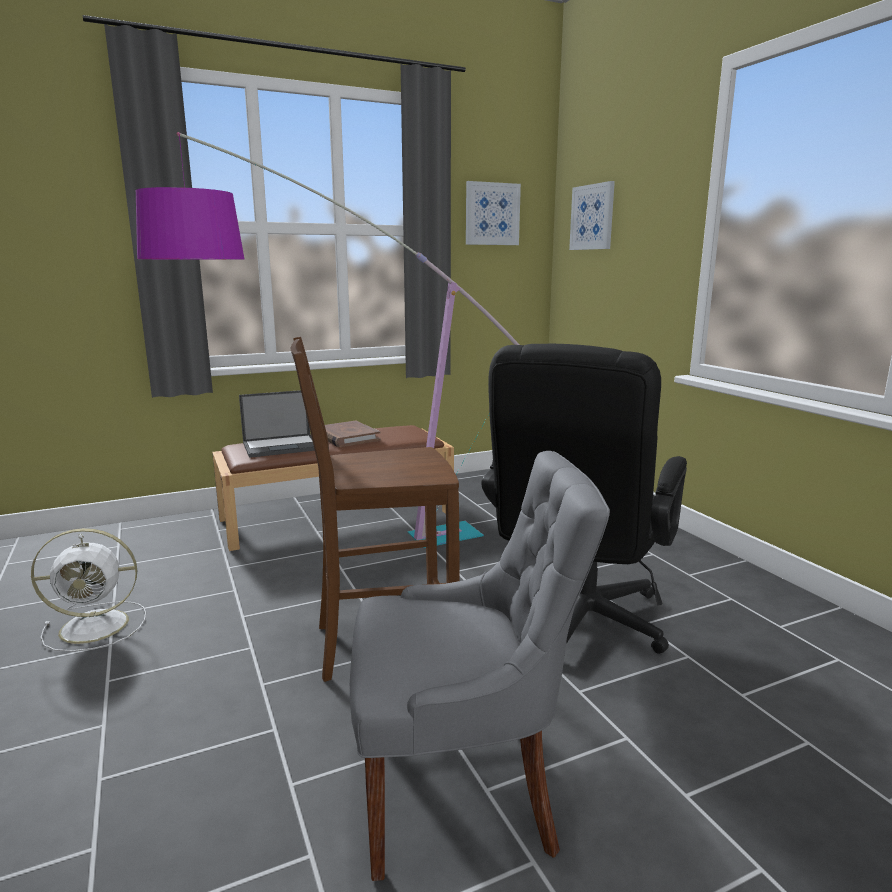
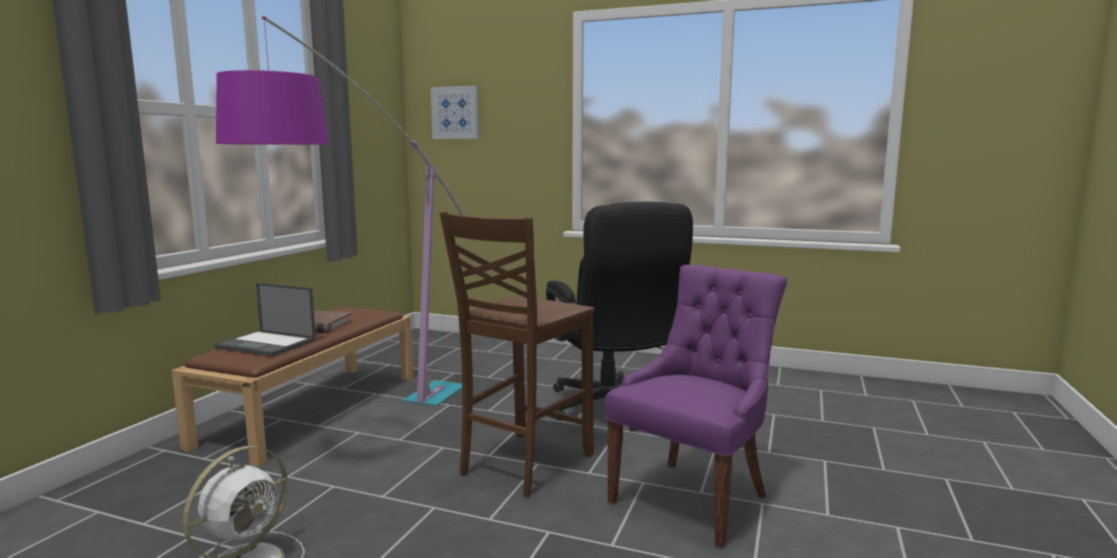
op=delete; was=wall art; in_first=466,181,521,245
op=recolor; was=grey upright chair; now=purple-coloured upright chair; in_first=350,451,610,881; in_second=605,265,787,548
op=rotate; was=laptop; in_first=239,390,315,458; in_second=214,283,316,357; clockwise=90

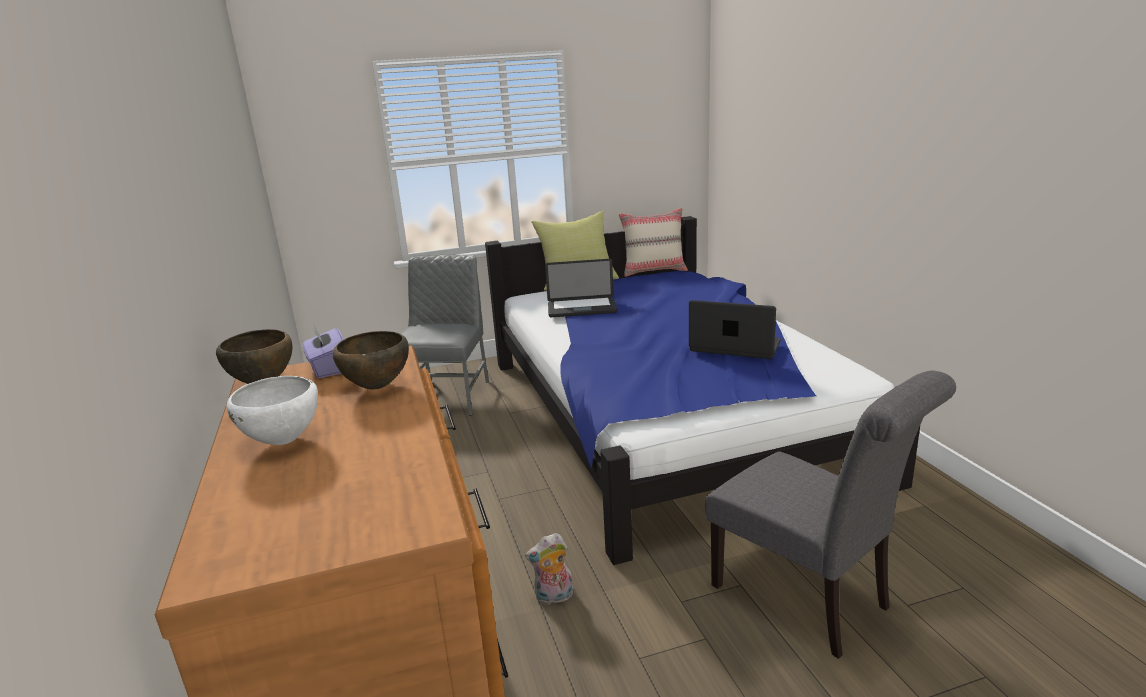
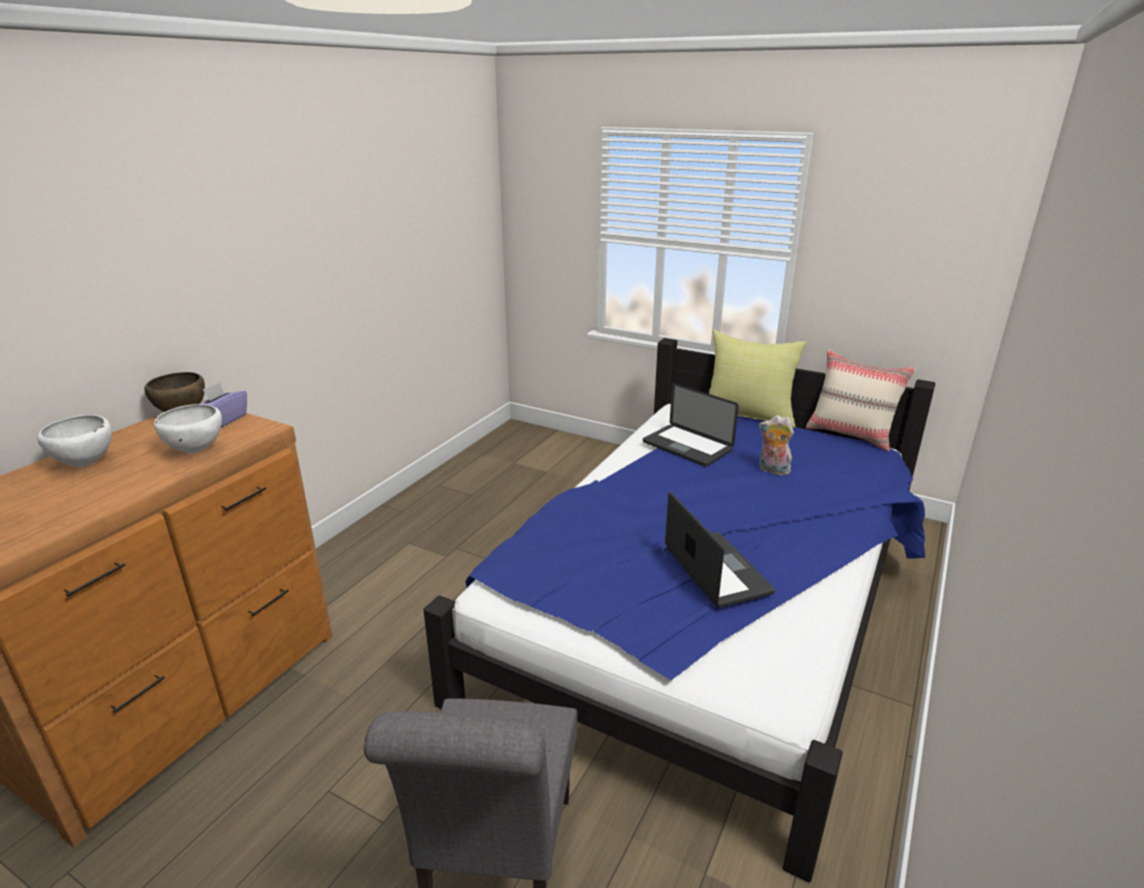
op=delete; was=grey upright chair; in_first=400,255,489,416
op=move; was=soft toy; in_first=525,533,573,605; in_second=759,415,794,476
op=recolor; was=brown bowl; now=white bowl; in_first=333,331,409,390; in_second=154,404,222,453

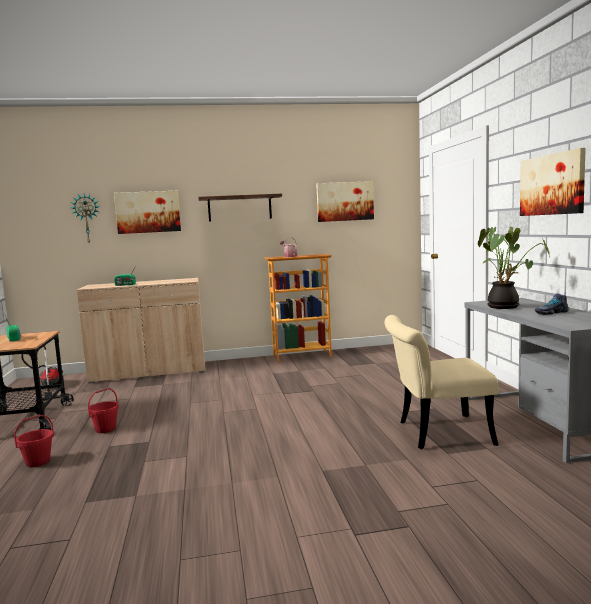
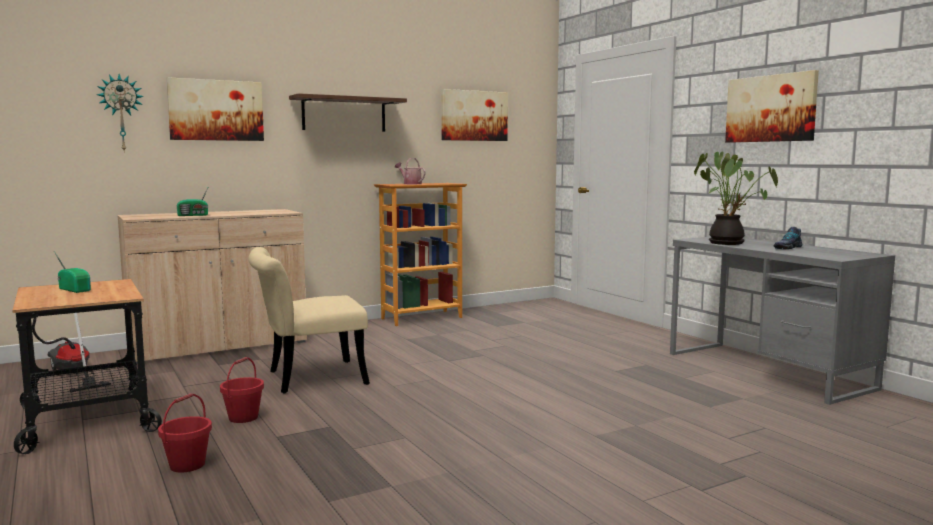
op=move; was=beige-coloured upright chair; in_first=384,315,499,449; in_second=248,247,370,394

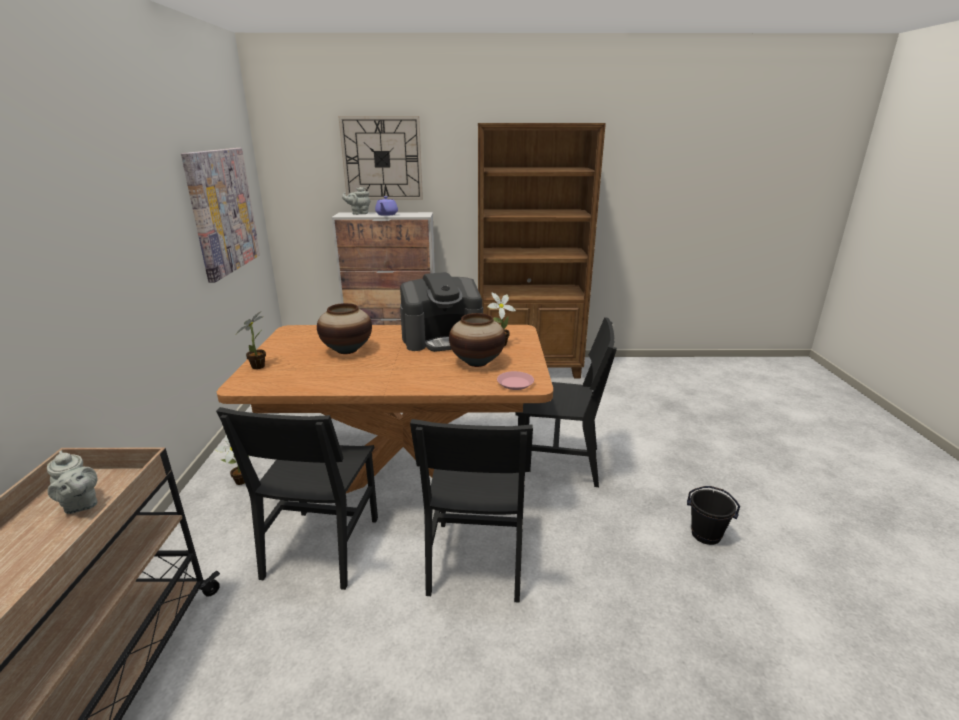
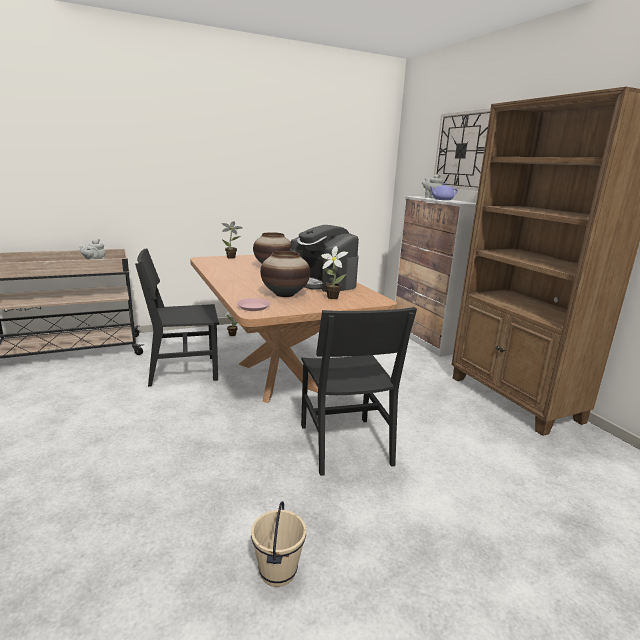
op=delete; was=wall art; in_first=181,148,260,283
op=delete; was=black-coloured upright chair; in_first=410,419,533,603
op=recolor; was=black-coloured water bucket; now=beige-coloured water bucket; in_first=687,486,740,545; in_second=251,501,306,587

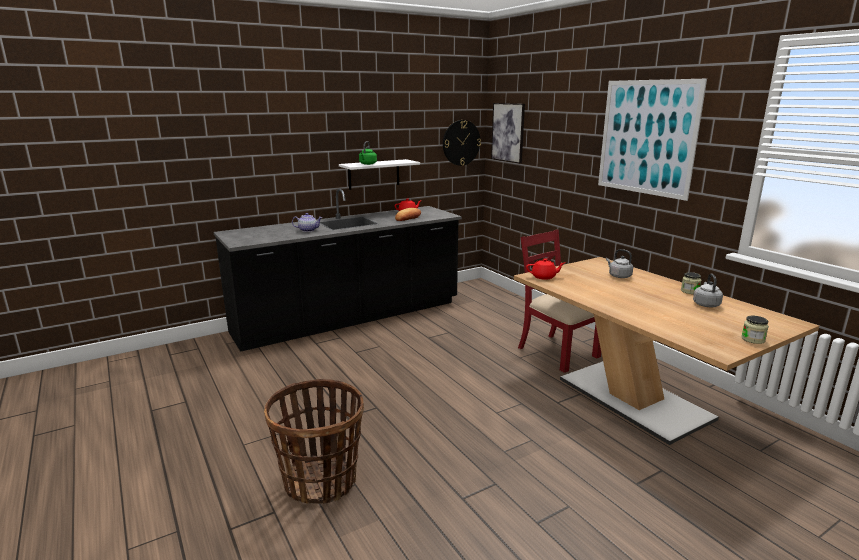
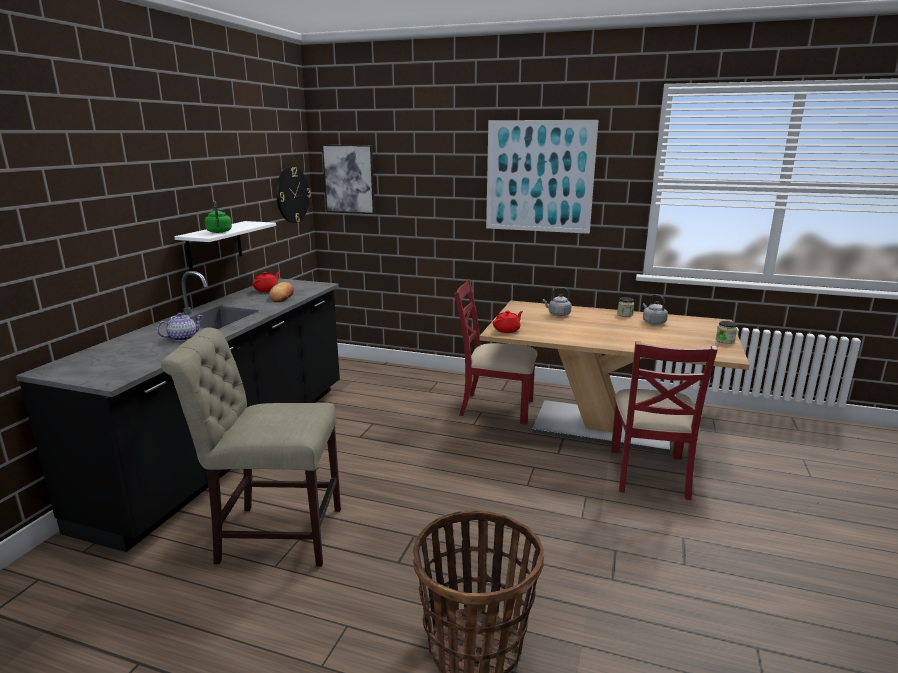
op=insert; now=beige-coloured upright chair; in_second=161,328,341,567
op=insert; now=red-coloured upright chair; in_second=611,341,718,500

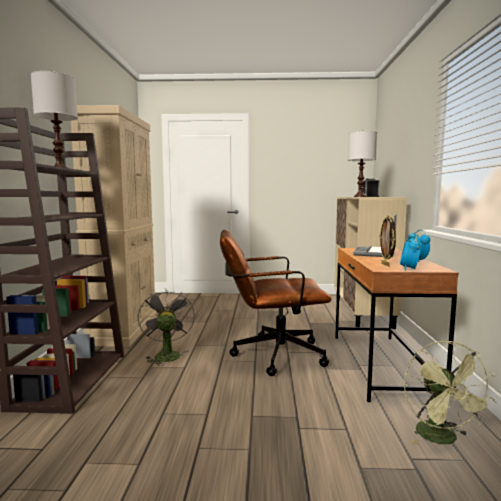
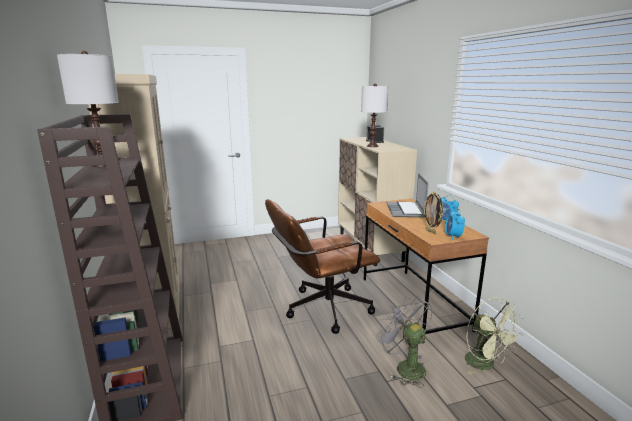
op=move; was=grey cooling fan; in_first=138,288,195,366; in_second=376,296,433,388

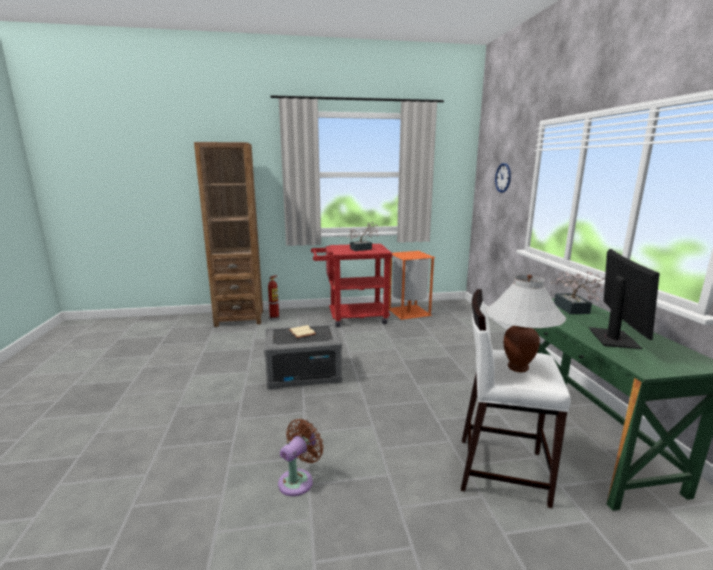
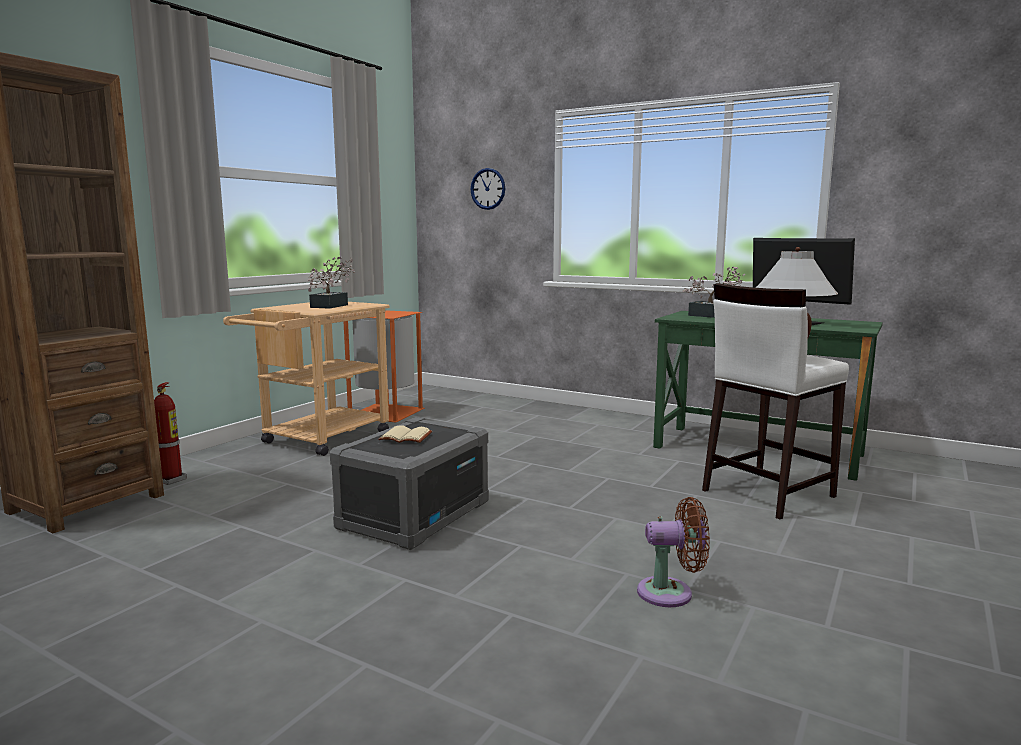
op=recolor; was=red-coloured wheeled cart; now=beige-coloured wheeled cart; in_first=311,244,392,327; in_second=223,302,390,456
op=rotate; was=brown cooling fan; in_first=278,419,324,496; in_second=637,497,710,607; clockwise=105

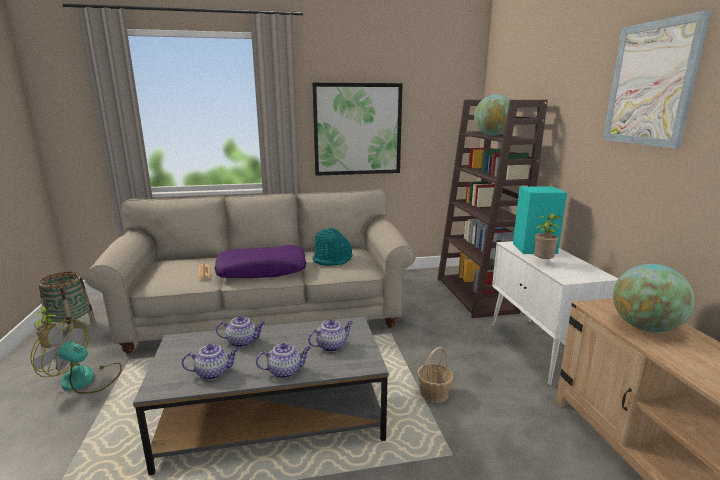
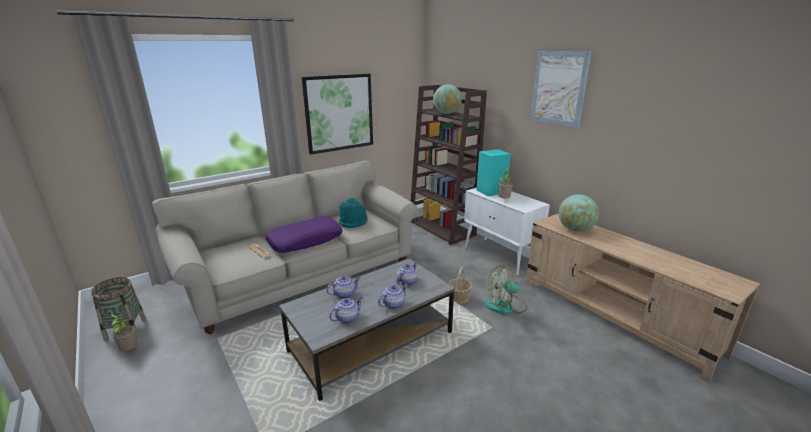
op=move; was=cooling fan; in_first=30,319,122,394; in_second=484,265,527,315

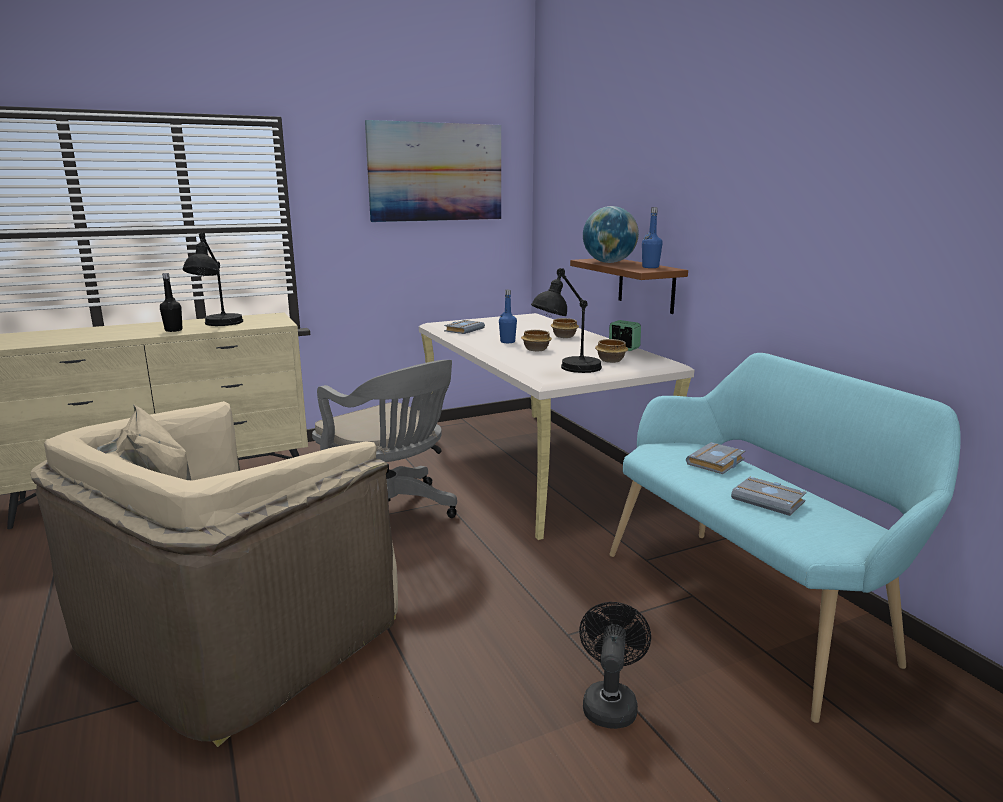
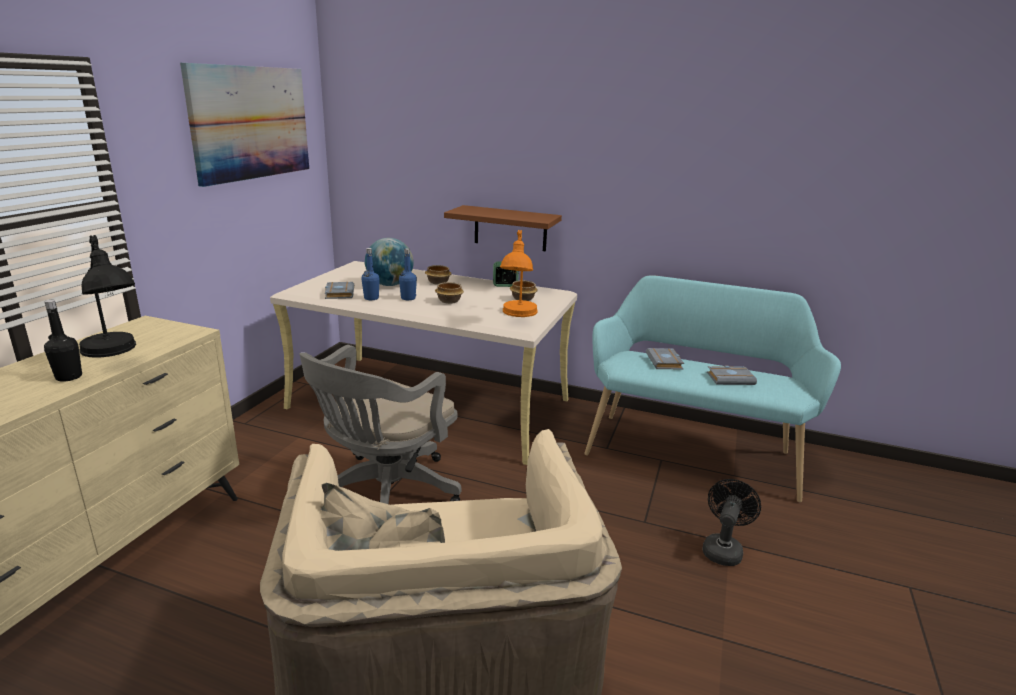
op=move; was=world globe; in_first=583,206,639,263; in_second=365,238,414,286
op=move; was=blue-coloured drink bottle; in_first=642,207,663,268; in_second=361,248,380,300
op=recolor; was=black-coloured lamp for a table; now=orange-coloured lamp for a table; in_first=531,268,602,373; in_second=500,230,538,317
op=rotate; was=grey desk chair; in_first=312,360,457,518; in_second=300,345,461,504; clockwise=120
op=rotate; was=black-coloured cooling fan; in_first=579,602,651,729; in_second=703,479,761,566; clockwise=60

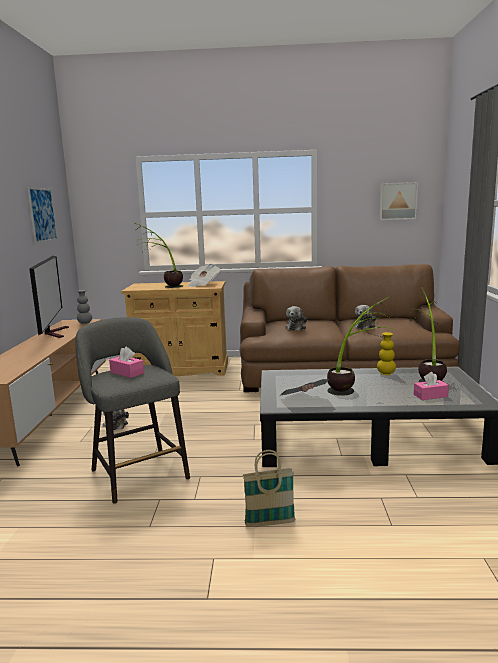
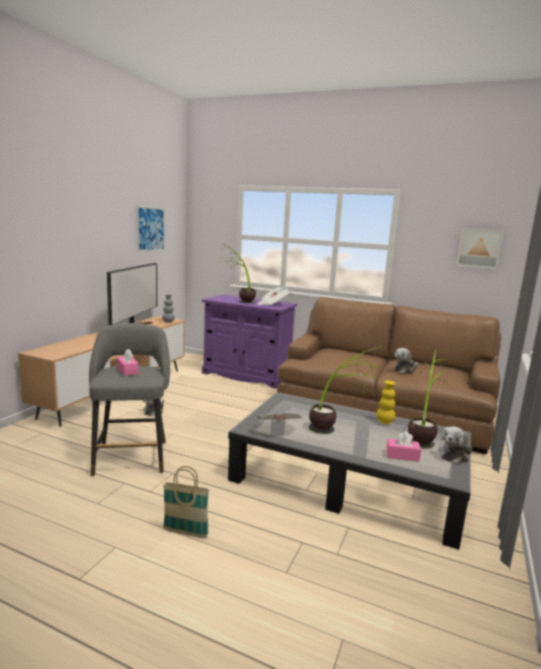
op=move; was=soft toy; in_first=286,306,307,331; in_second=438,426,472,464
op=recolor; was=beige-coloured storage cabinet; now=purple-coloured storage cabinet; in_first=121,281,228,376; in_second=202,294,297,389

